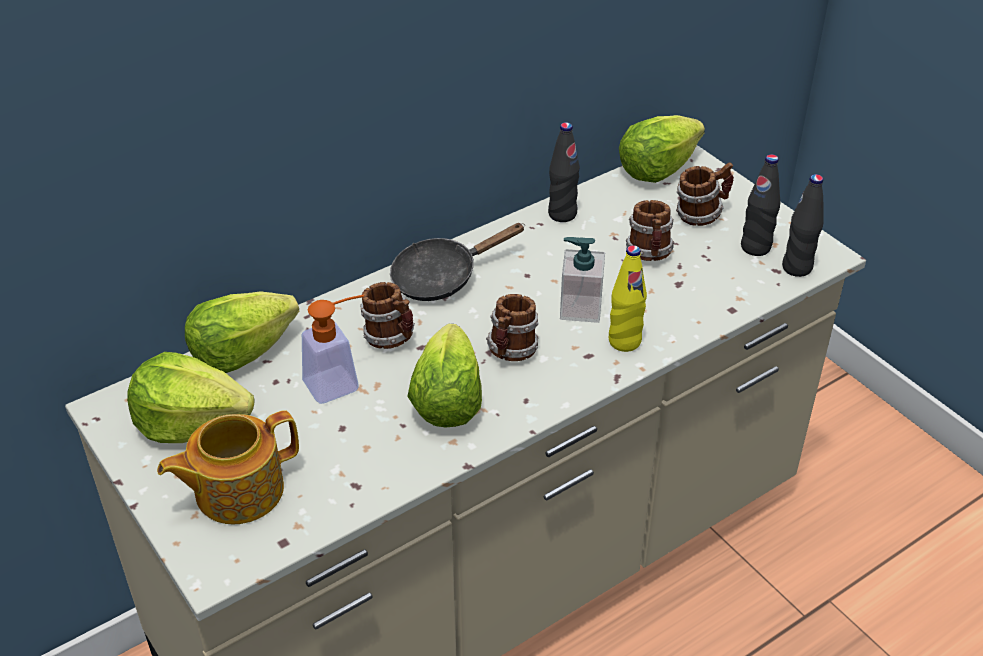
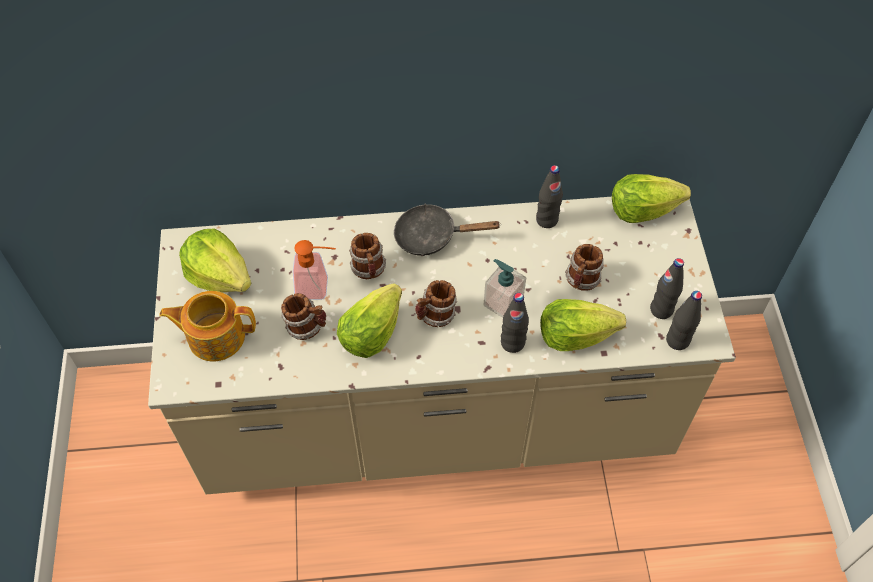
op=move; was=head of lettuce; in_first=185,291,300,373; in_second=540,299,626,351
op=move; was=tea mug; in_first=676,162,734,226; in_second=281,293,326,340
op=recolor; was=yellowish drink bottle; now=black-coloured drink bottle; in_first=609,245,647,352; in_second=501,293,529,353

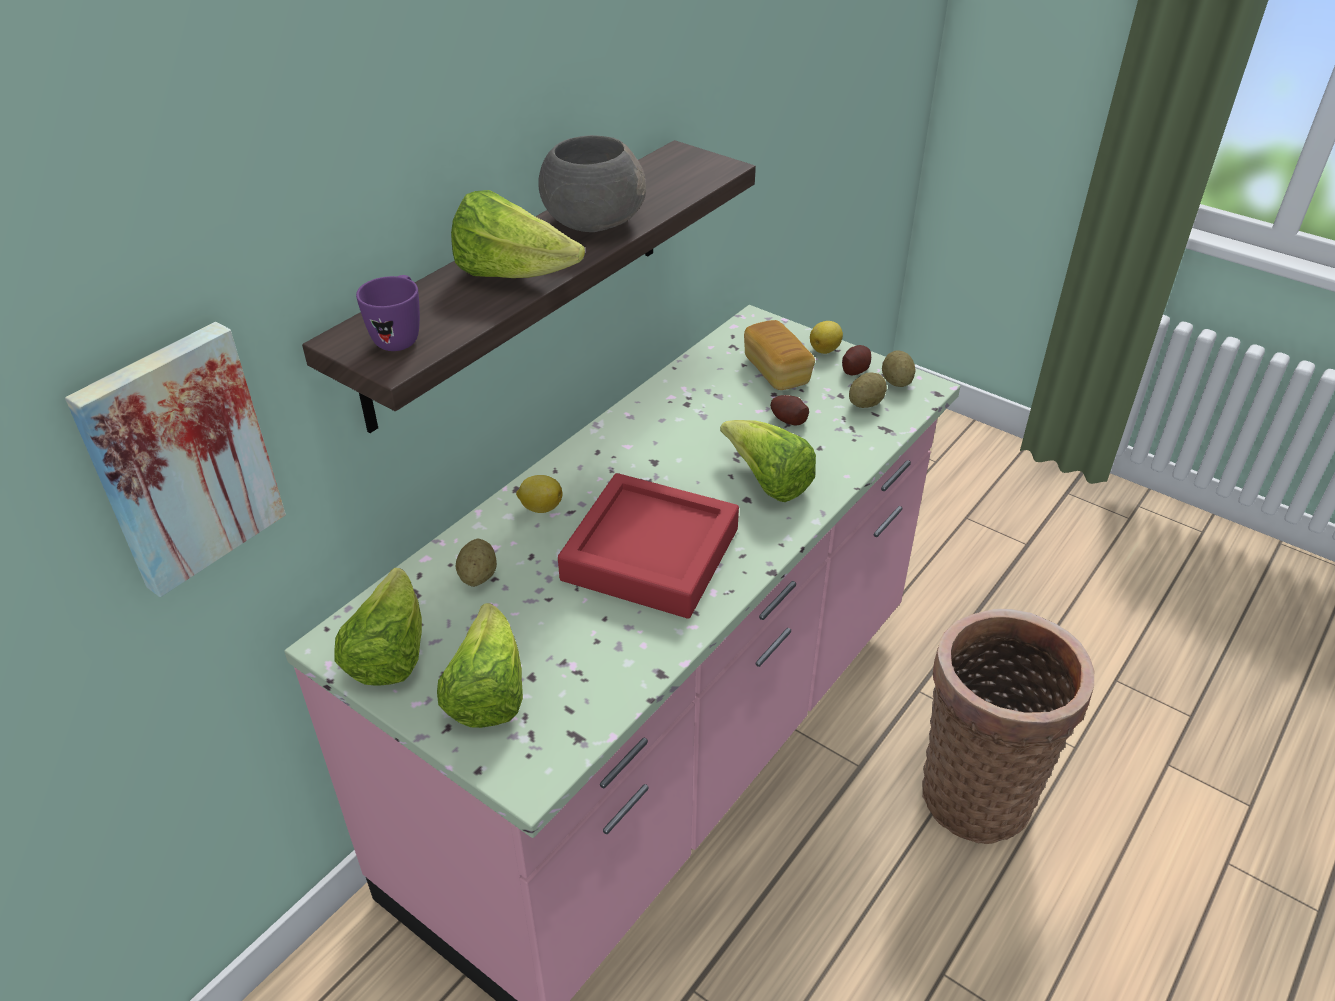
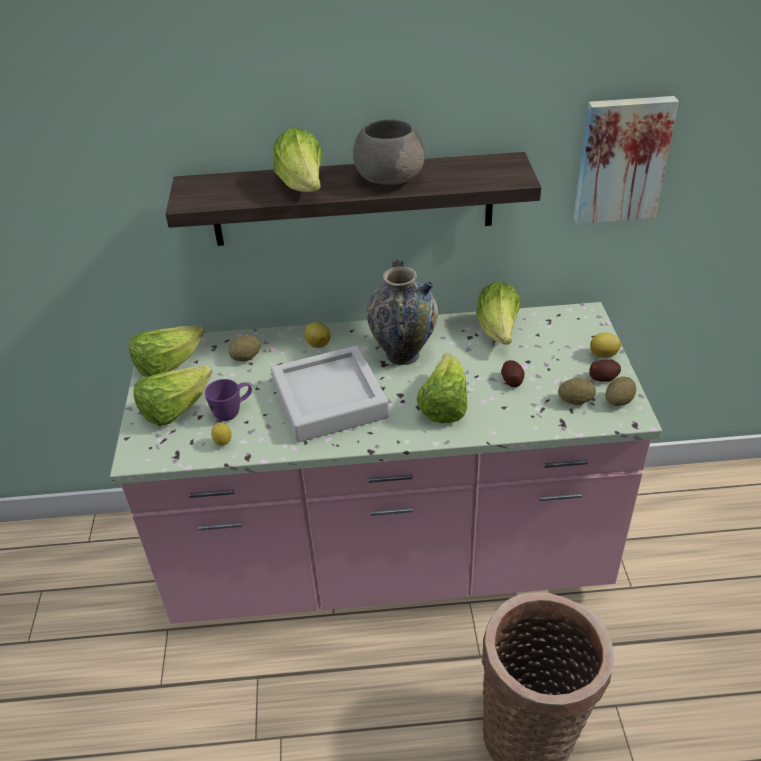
op=delete; was=bread; in_first=744,320,815,390
op=insert; now=citrus fruit; in_second=211,423,231,446
op=insert; now=flower vase; in_second=367,259,438,365
op=insert; now=head of lettuce; in_second=476,282,521,345
op=move; was=wall art; in_first=65,322,286,597; in_second=574,96,679,224
op=move; was=purple-coloured tea mug; in_first=356,275,420,351; in_second=205,379,252,421
op=recolor; was=red-coloured tray; now=grey tray; in_first=558,473,739,618; in_second=271,346,389,442

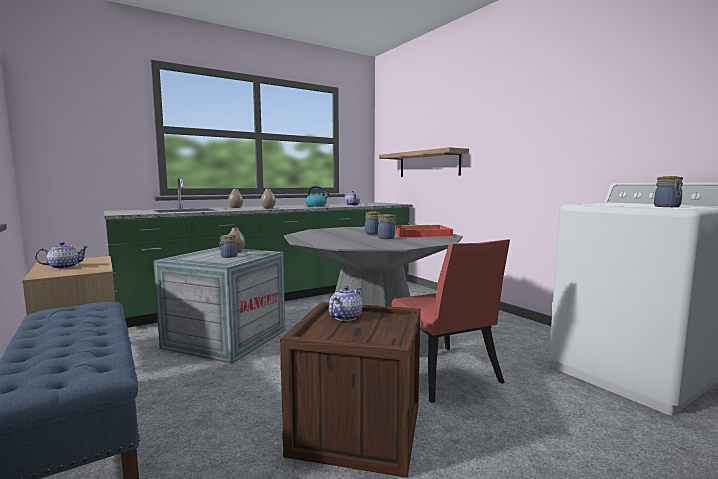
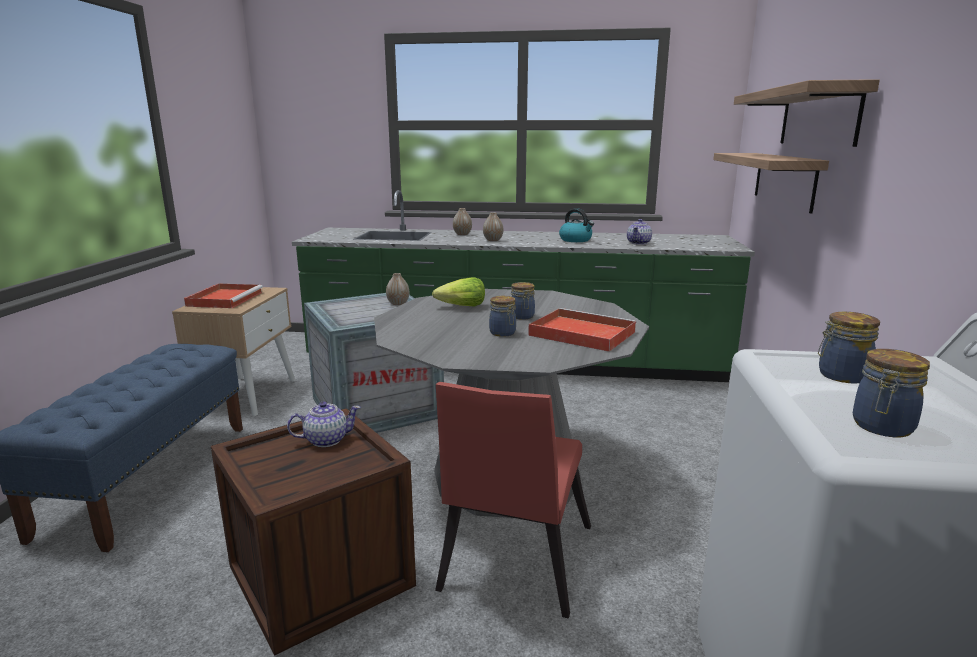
op=insert; now=head of lettuce; in_second=432,277,485,307
op=insert; now=bracket shelf; in_second=734,79,880,147
op=move; was=storage jar; in_first=219,234,238,258; in_second=818,312,880,384
op=replace; was=pot for tea; now=red-coloured tray; in_first=35,242,89,269; in_second=184,284,263,308

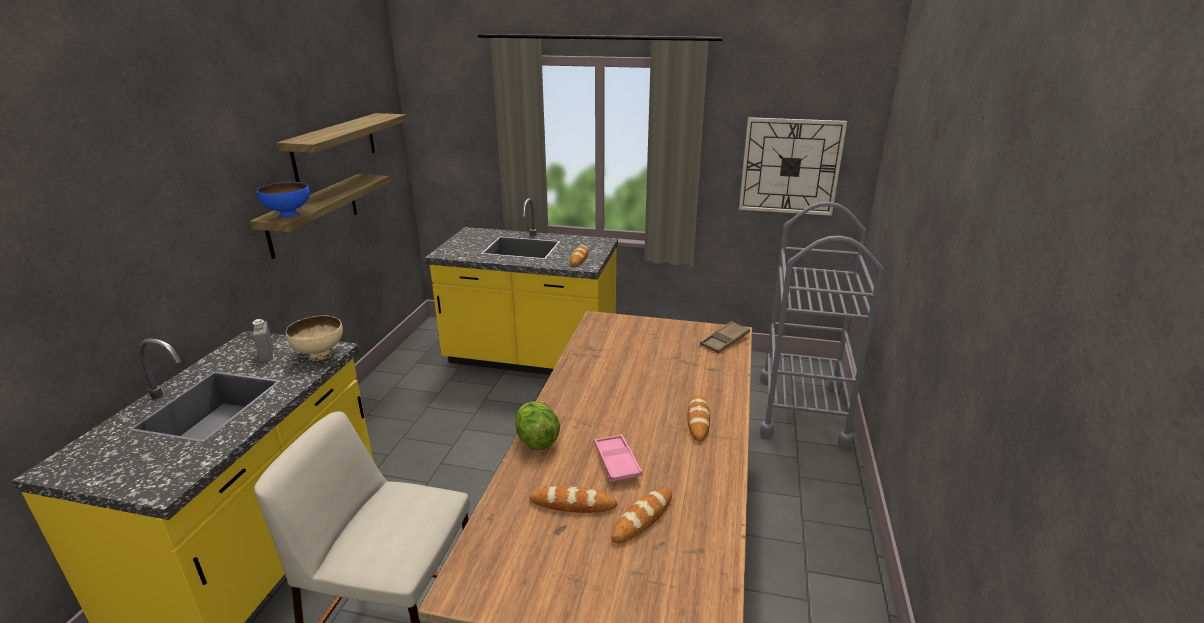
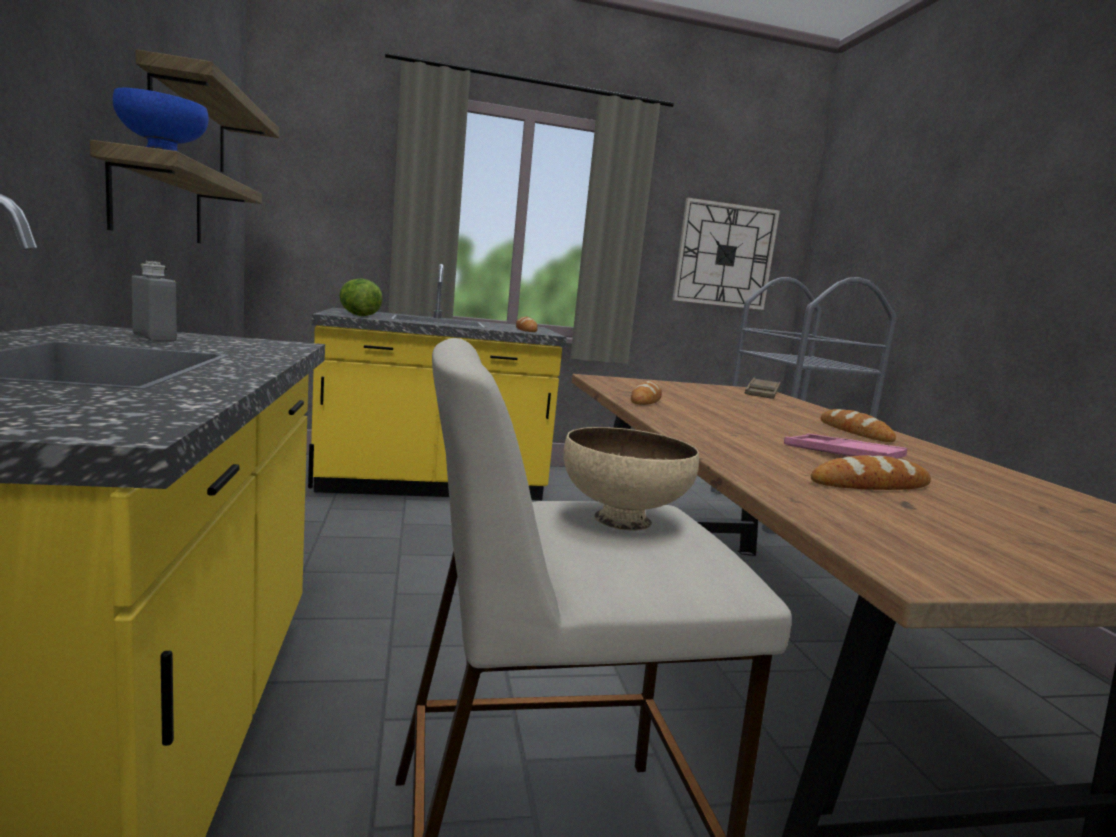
op=move; was=beige-coloured bowl; in_first=286,316,343,361; in_second=563,427,699,531
op=move; was=head of lettuce; in_first=515,402,560,450; in_second=339,278,383,316
op=move; was=bread; in_first=611,488,672,543; in_second=631,381,662,405

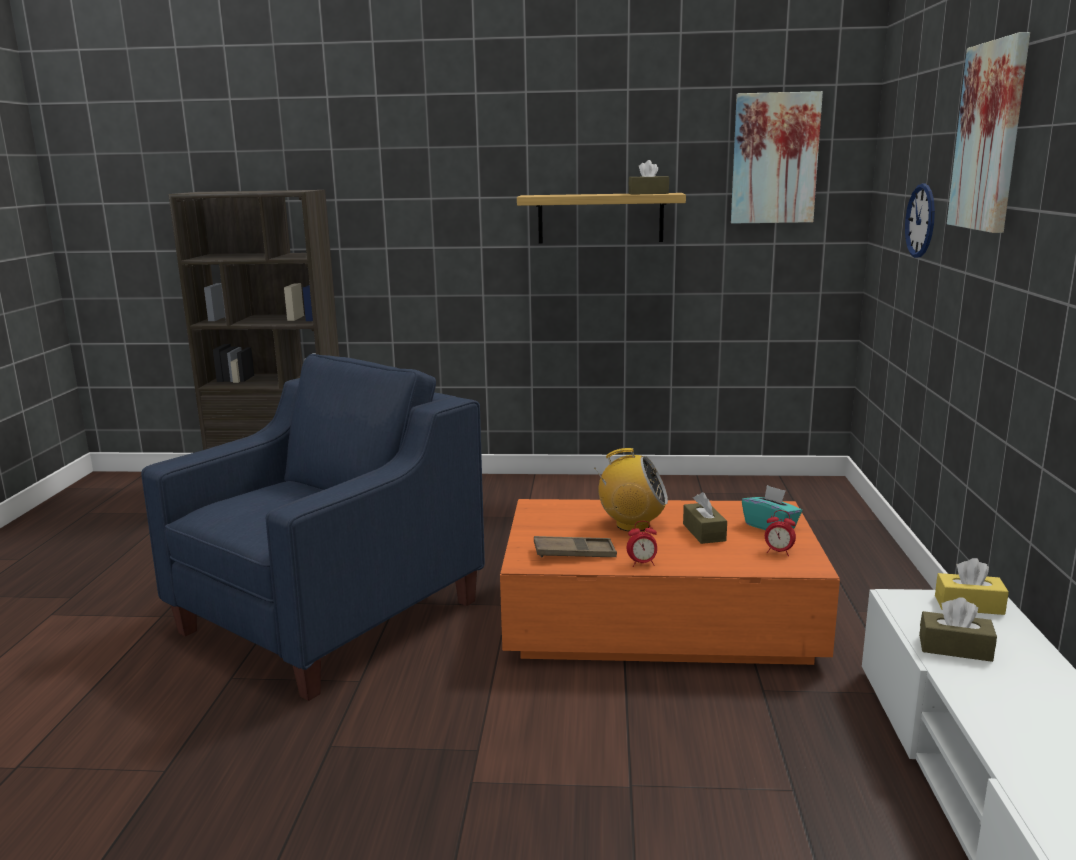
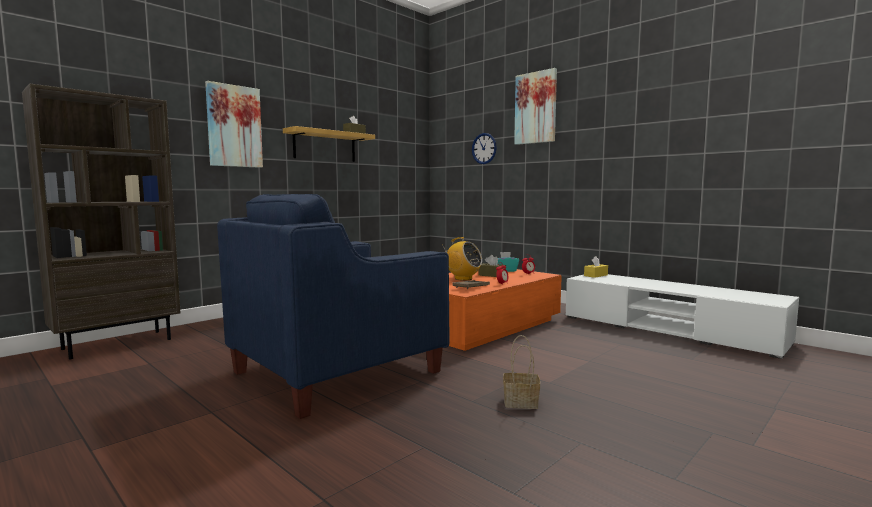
op=delete; was=brown tissue box; in_first=919,597,997,662
op=insert; now=household basket; in_second=503,335,540,409
op=move; was=wall art; in_first=731,91,823,224; in_second=205,81,263,168
op=rotate; was=blue-coloured lounge chair; in_first=141,354,485,701; in_second=217,194,450,419; clockwise=-120
op=rotate; was=radio; in_first=594,448,668,532; in_second=442,237,482,280; clockwise=75

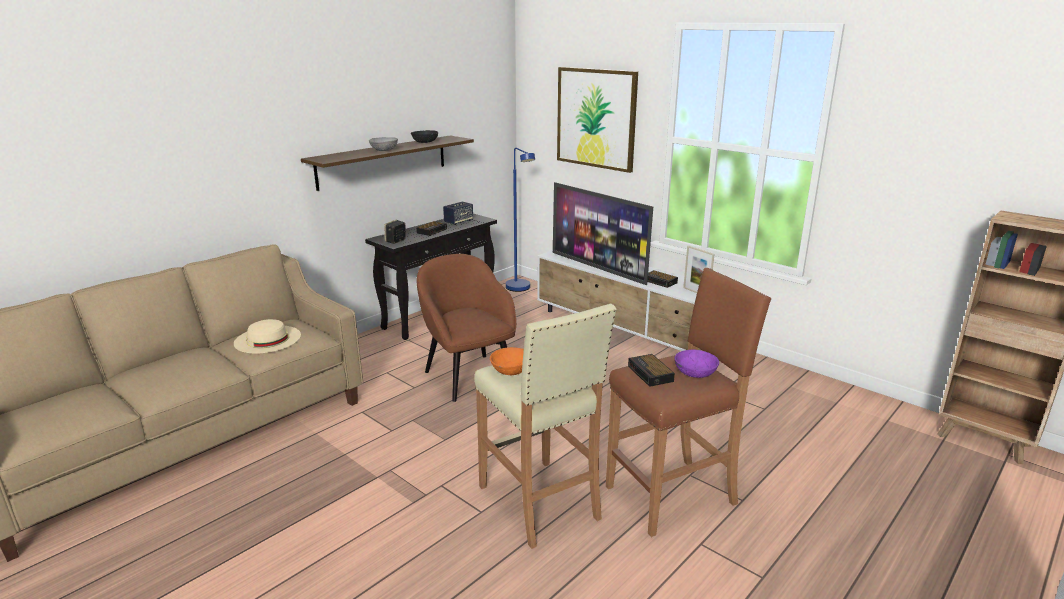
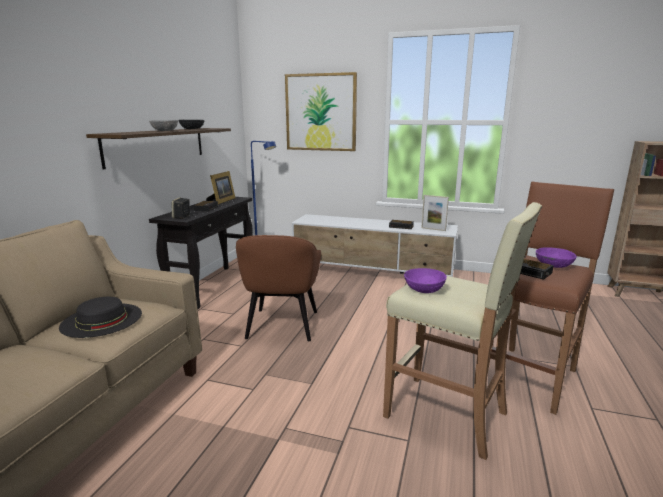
op=delete; was=TV set; in_first=553,182,653,285
op=replace; was=audio speaker; now=picture frame; in_first=443,202,473,225; in_second=206,171,235,204
op=recolor; was=beige-coloured clothing hat; now=black-coloured clothing hat; in_first=234,319,301,353; in_second=59,297,142,338
op=recolor; was=orange-coloured bowl; now=purple-coloured bowl; in_first=490,347,524,375; in_second=404,268,447,293
op=rotate; was=brown lounge chair; in_first=417,254,516,402; in_second=236,235,321,341; clockwise=-120

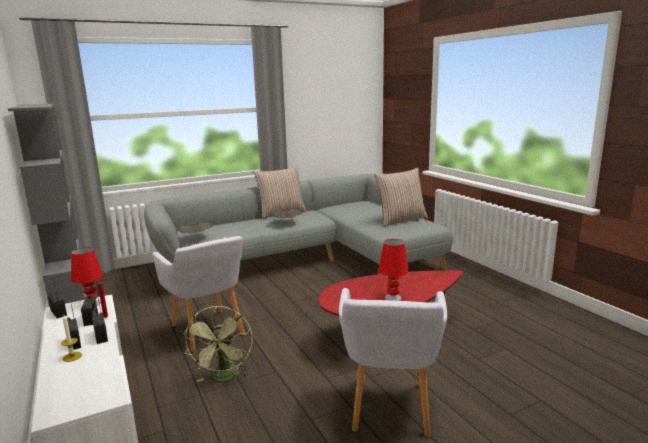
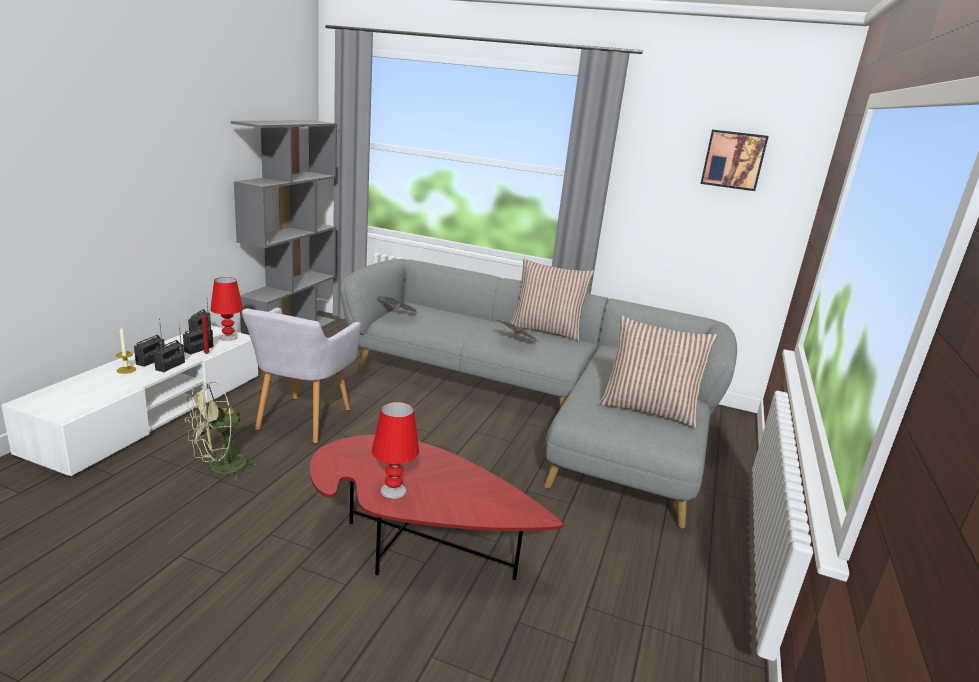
op=delete; was=grey lounge chair; in_first=339,288,447,438
op=insert; now=wall art; in_second=700,130,769,191

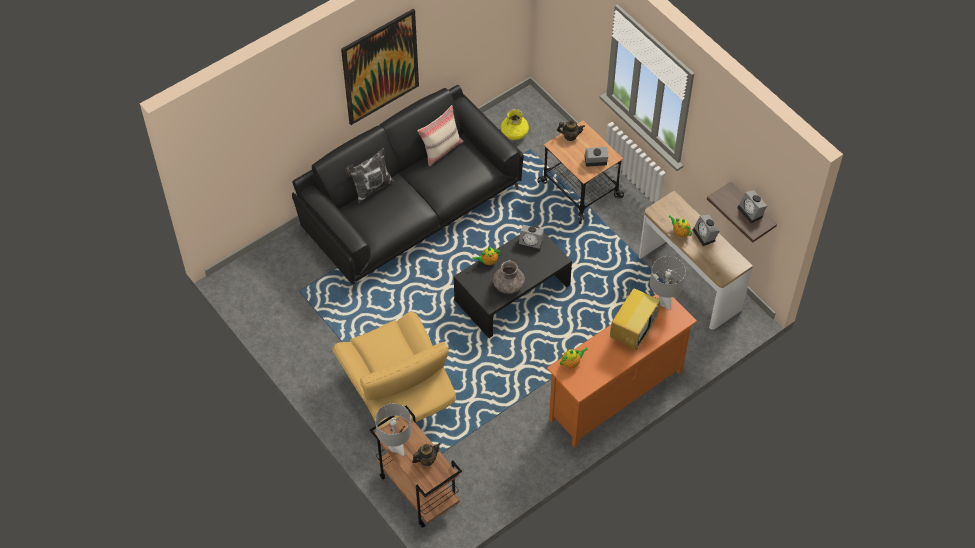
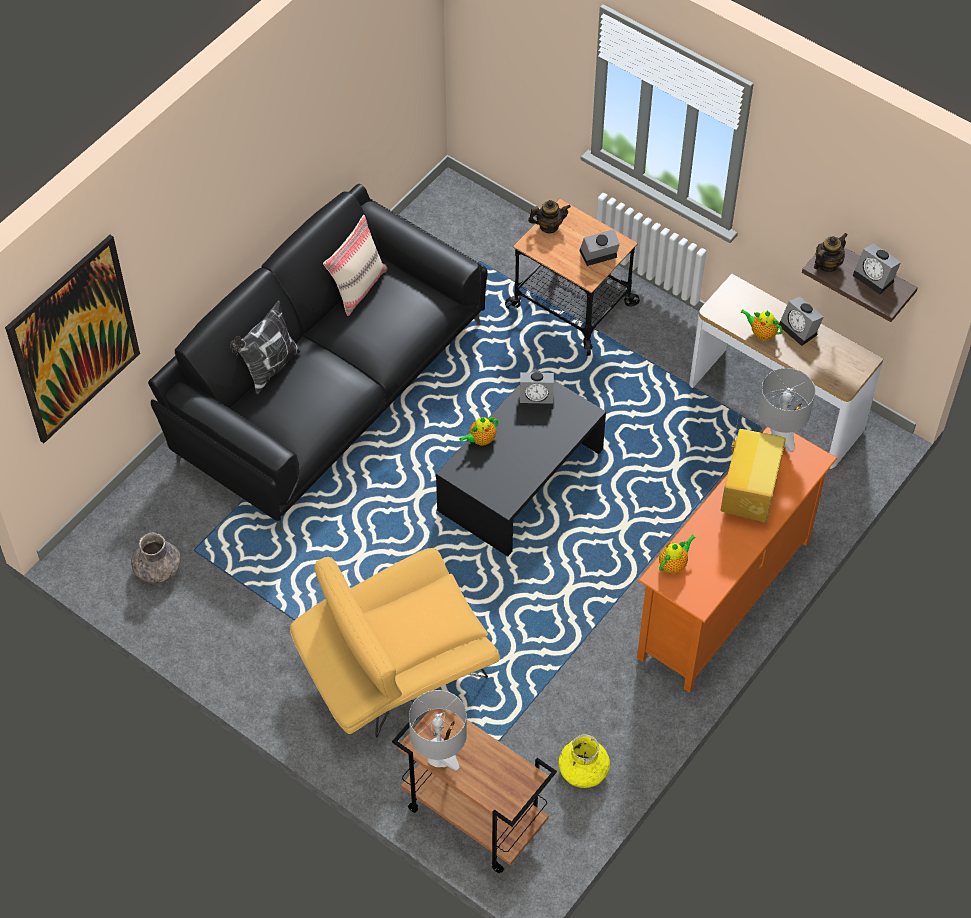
op=move; was=wall art; in_first=341,9,419,125; in_second=5,235,140,443
op=move; was=pot for tea; in_first=412,443,441,466; in_second=814,233,848,272
op=move; was=grey flower vase; in_first=493,261,525,294; in_second=131,533,181,584
op=move; was=yellowish flower vase; in_first=501,109,529,140; in_second=559,735,610,788
op=rotate; was=yellowish lounge chair; in_first=332,312,456,429; in_second=290,548,500,737; clockwise=105

